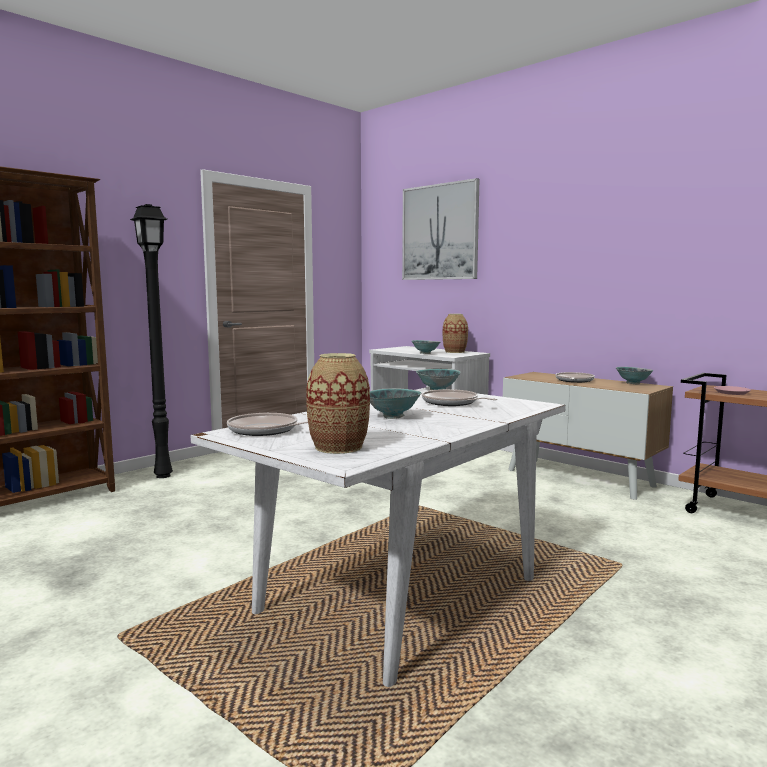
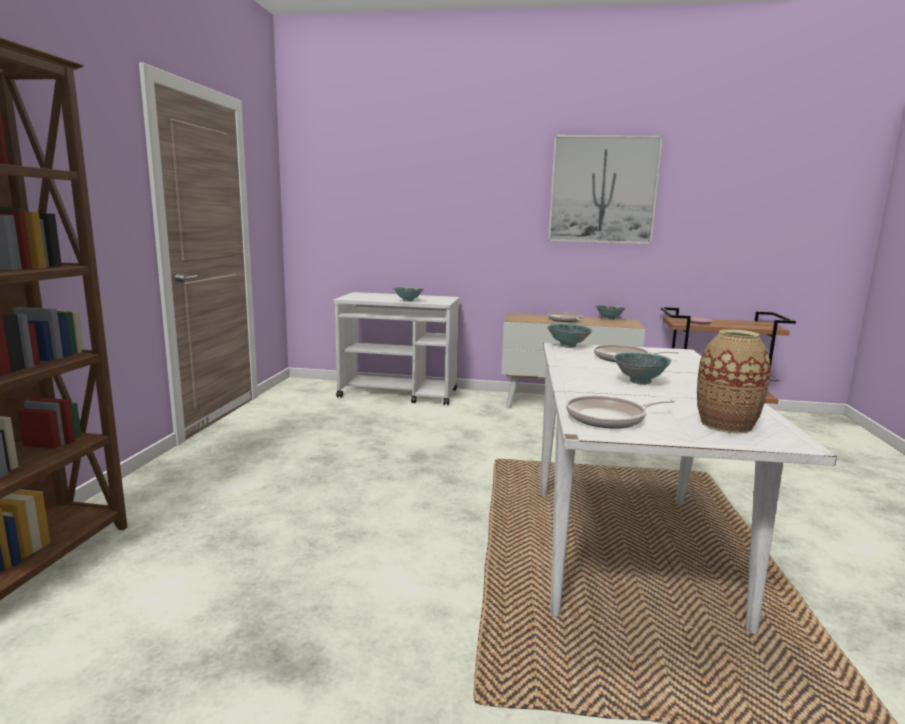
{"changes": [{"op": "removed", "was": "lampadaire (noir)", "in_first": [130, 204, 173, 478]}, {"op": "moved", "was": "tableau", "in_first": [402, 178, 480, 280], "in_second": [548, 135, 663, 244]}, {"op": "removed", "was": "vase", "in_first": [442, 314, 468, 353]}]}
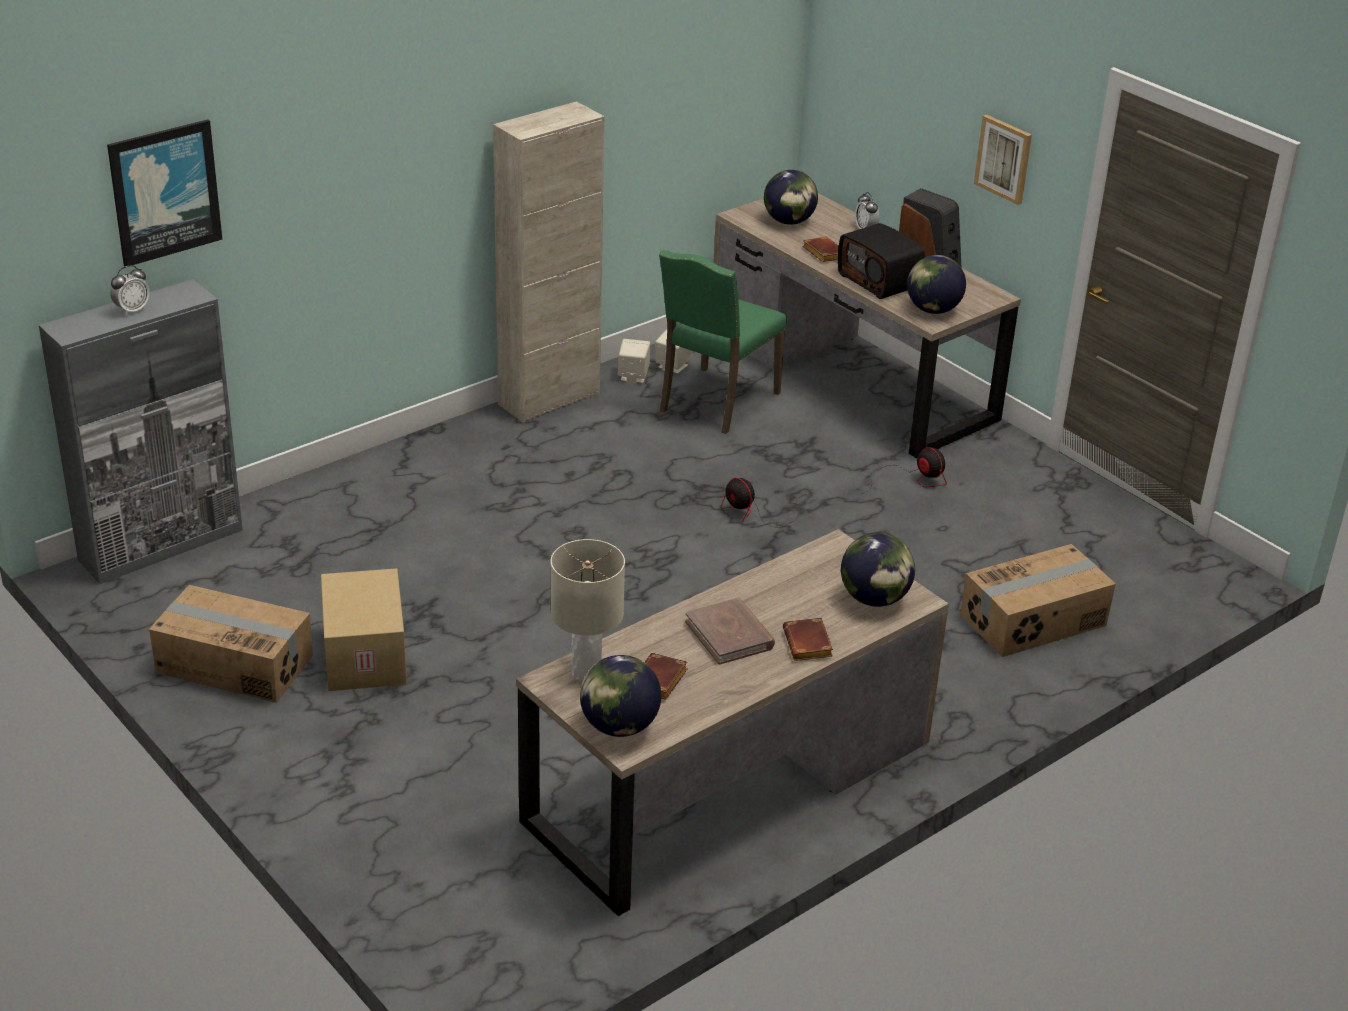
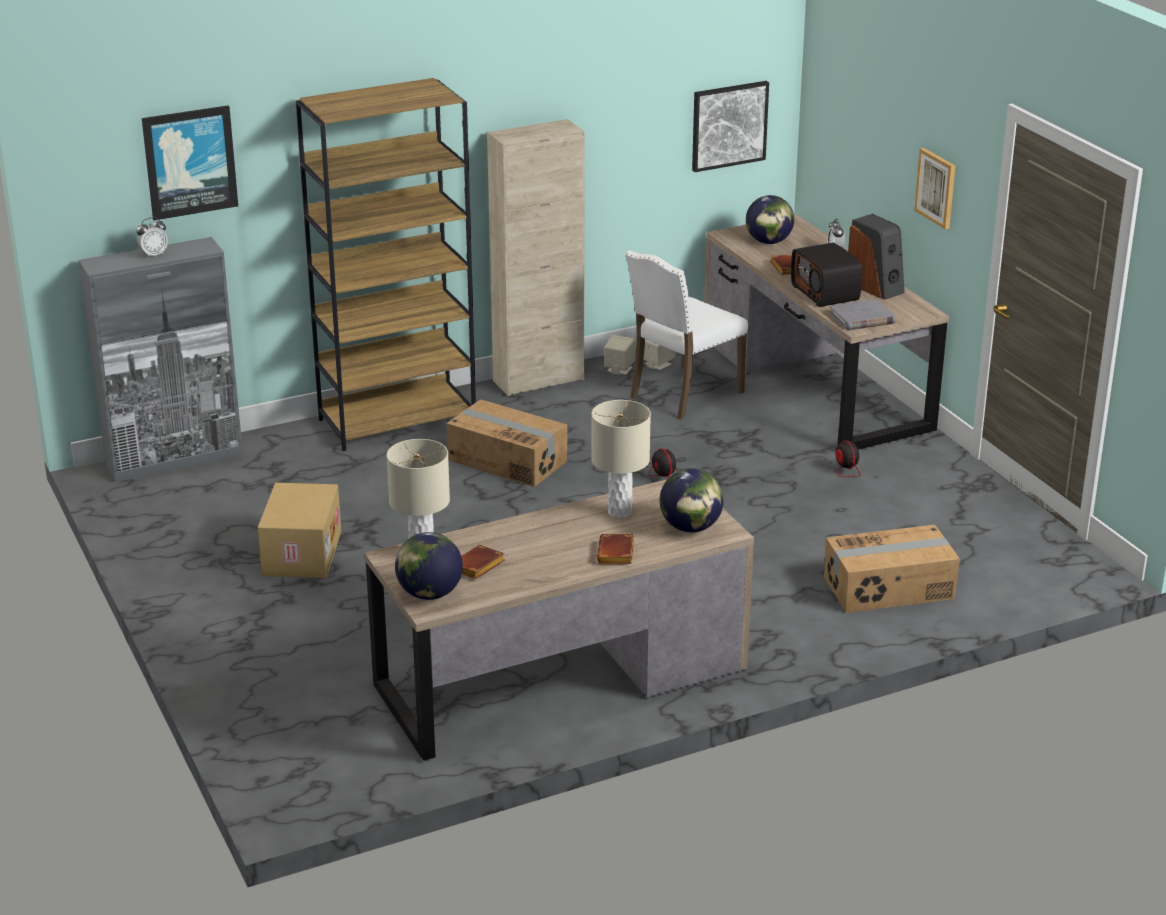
{"changes": [{"op": "moved", "was": "carton", "in_first": [149, 585, 313, 703], "in_second": [447, 400, 567, 487]}, {"op": "recoloured", "was": "chaise (vert)", "now": "chaise (blanc)", "in_first": [659, 250, 787, 434], "in_second": [625, 250, 748, 420]}, {"op": "removed", "was": "livre (marron)", "in_first": [685, 598, 775, 665]}, {"op": "replaced", "was": "globe", "now": "livre (gris)", "in_first": [907, 255, 966, 314], "in_second": [829, 299, 896, 330]}, {"op": "added", "now": "bibliothèque (marron)", "in_second": [296, 78, 476, 451]}, {"op": "added", "now": "lampe de table (beige)", "in_second": [591, 400, 651, 518]}, {"op": "added", "now": "tableau", "in_second": [692, 81, 769, 172]}]}
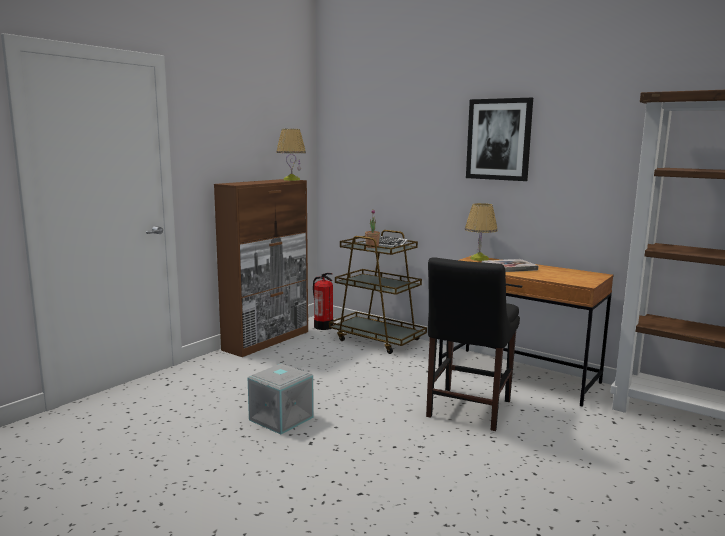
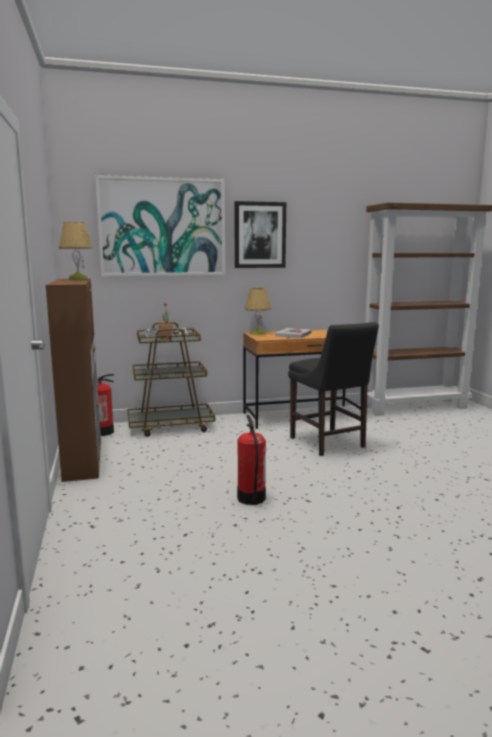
{"changes": [{"op": "replaced", "was": "boîte de rangement (gris)", "now": "extincteur", "in_first": [248, 364, 314, 434], "in_second": [237, 415, 266, 505]}, {"op": "added", "now": "tableau", "in_second": [95, 175, 225, 276]}]}
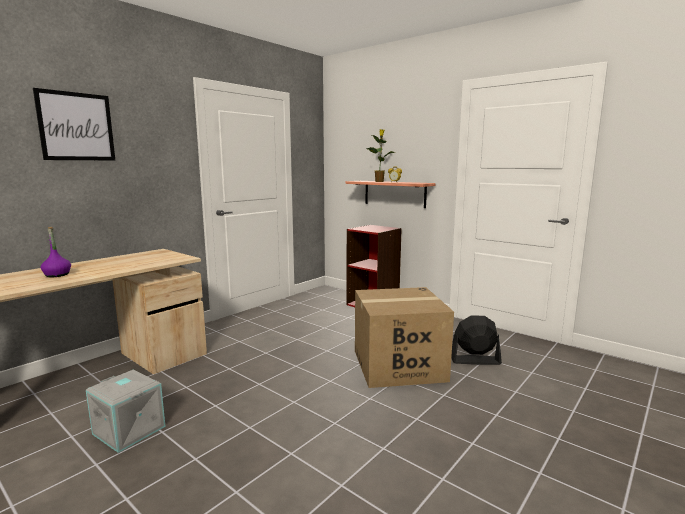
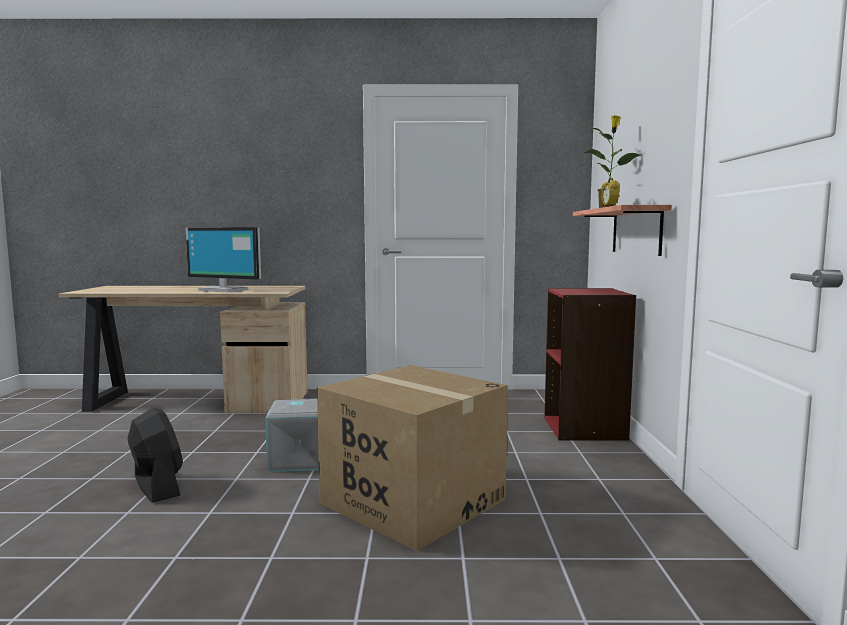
{"changes": [{"op": "removed", "was": "tableau", "in_first": [33, 88, 115, 160]}, {"op": "removed", "was": "bouteille (violet)", "in_first": [41, 227, 71, 277]}, {"op": "moved", "was": "boîte de rangement (gris)", "in_first": [86, 370, 166, 453], "in_second": [265, 399, 319, 472]}, {"op": "moved", "was": "ventilateur (noir)", "in_first": [451, 315, 502, 365], "in_second": [128, 408, 183, 503]}, {"op": "added", "now": "écran d'ordinateur", "in_second": [186, 227, 261, 292]}]}
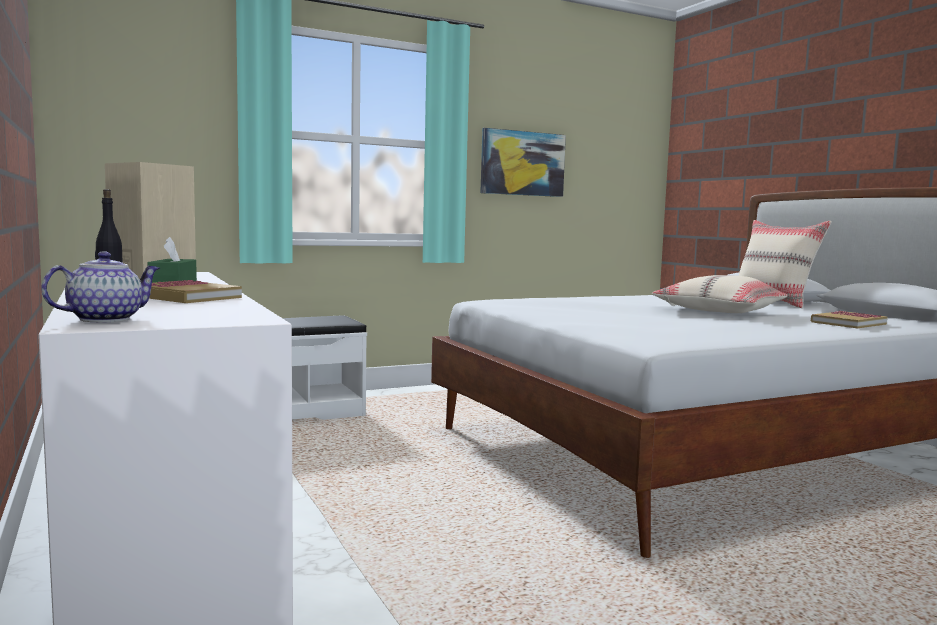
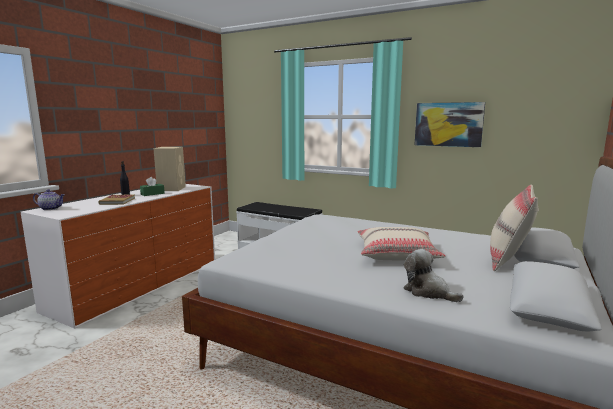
{"changes": [{"op": "replaced", "was": "livre", "now": "peluche", "in_first": [811, 311, 887, 328], "in_second": [403, 249, 464, 302]}]}
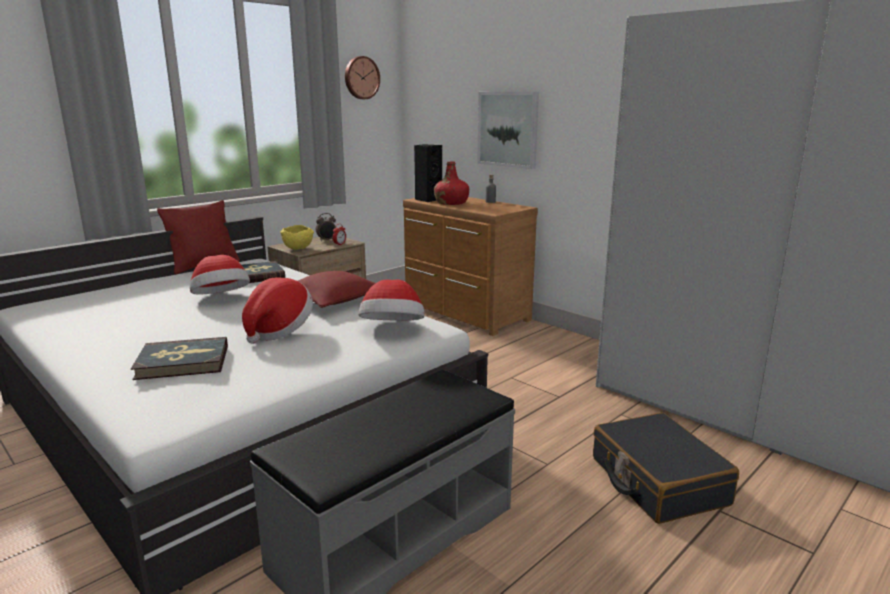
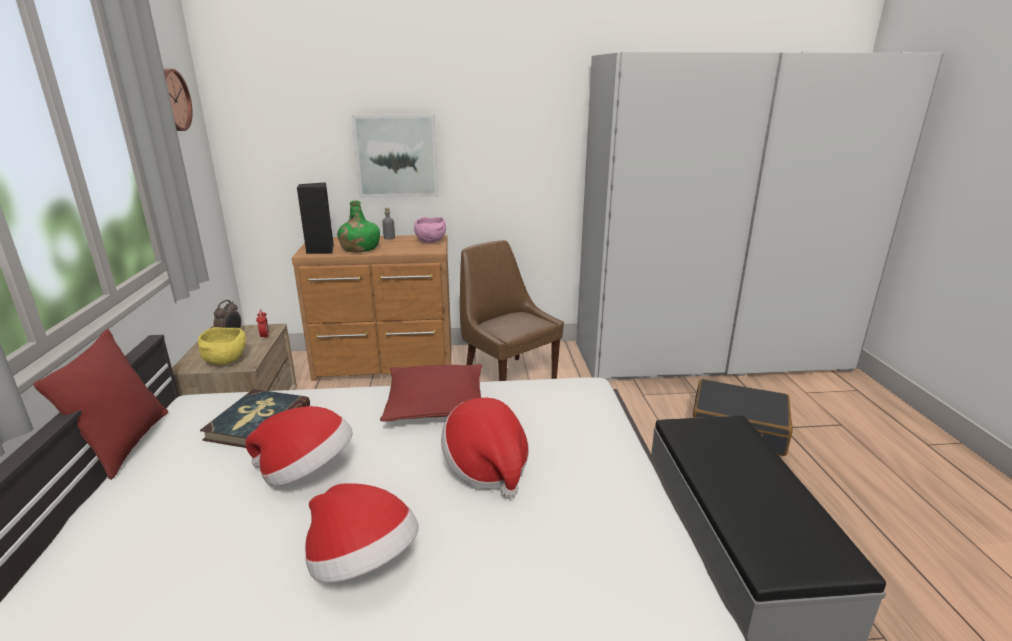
{"changes": [{"op": "removed", "was": "livre", "in_first": [131, 337, 228, 380]}, {"op": "moved", "was": "chapeau", "in_first": [358, 280, 425, 321], "in_second": [305, 483, 419, 583]}, {"op": "recoloured", "was": "bouteille (rouge)", "now": "bouteille (vert)", "in_first": [434, 161, 469, 205], "in_second": [337, 200, 380, 252]}, {"op": "added", "now": "bol (rose)", "in_second": [414, 217, 446, 243]}, {"op": "added", "now": "chaise (marron)", "in_second": [460, 240, 564, 381]}]}
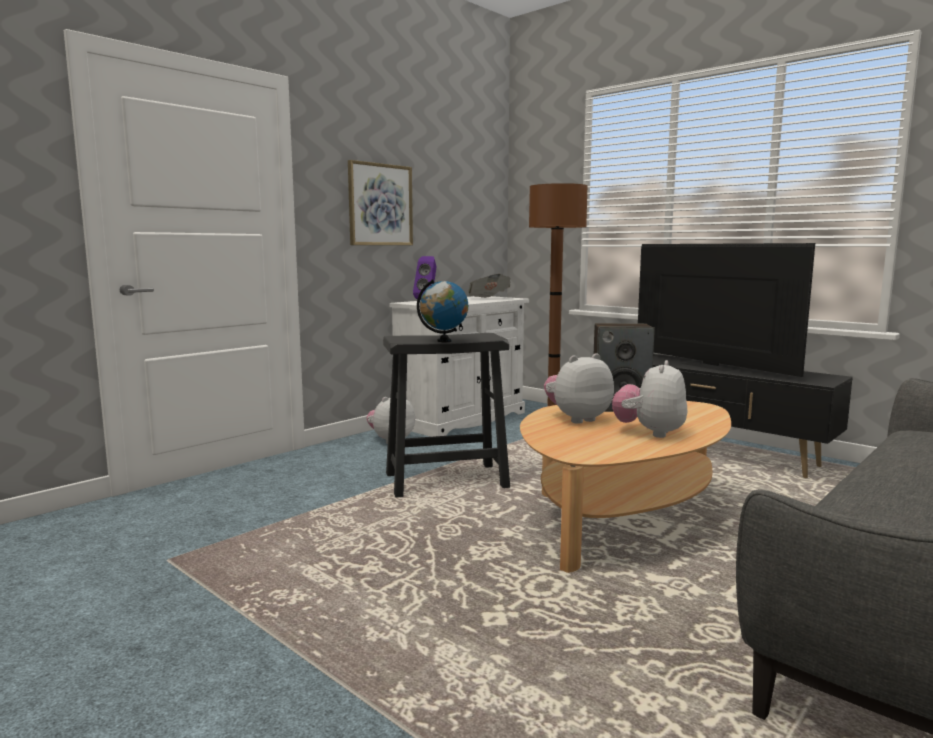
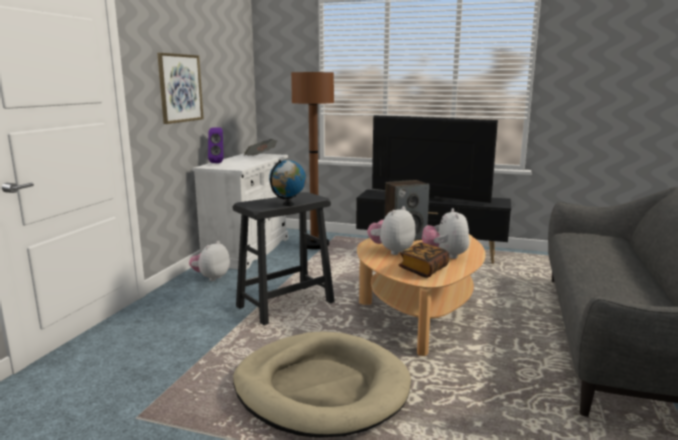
{"changes": [{"op": "added", "now": "panier pour chien (beige)", "in_second": [233, 331, 411, 438]}, {"op": "added", "now": "livre", "in_second": [399, 242, 449, 278]}]}
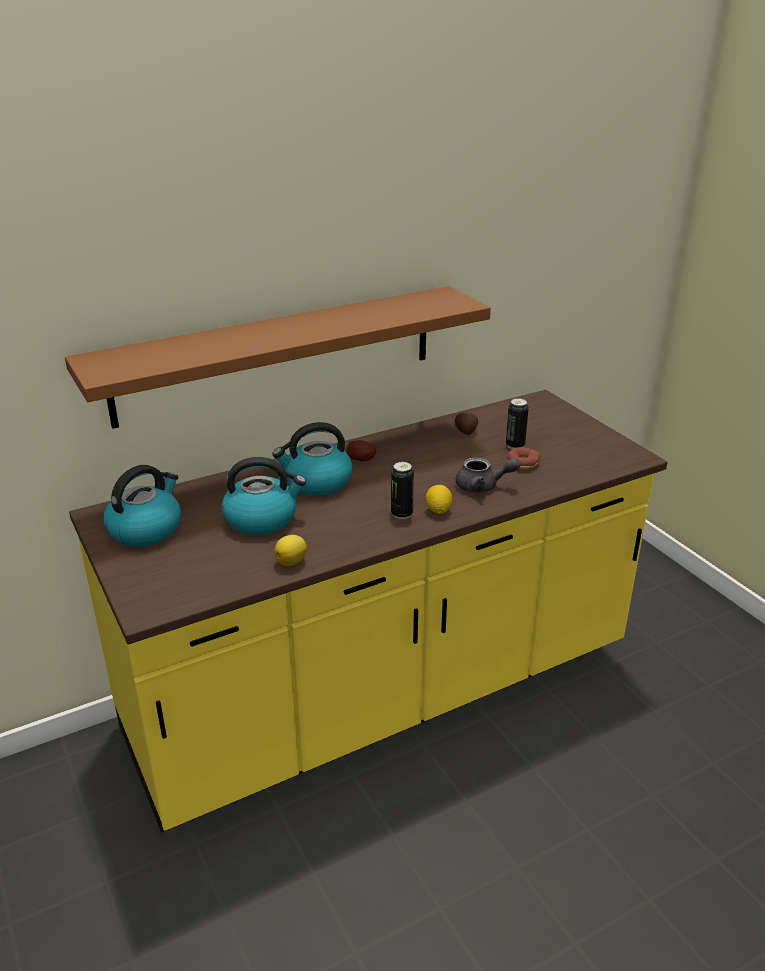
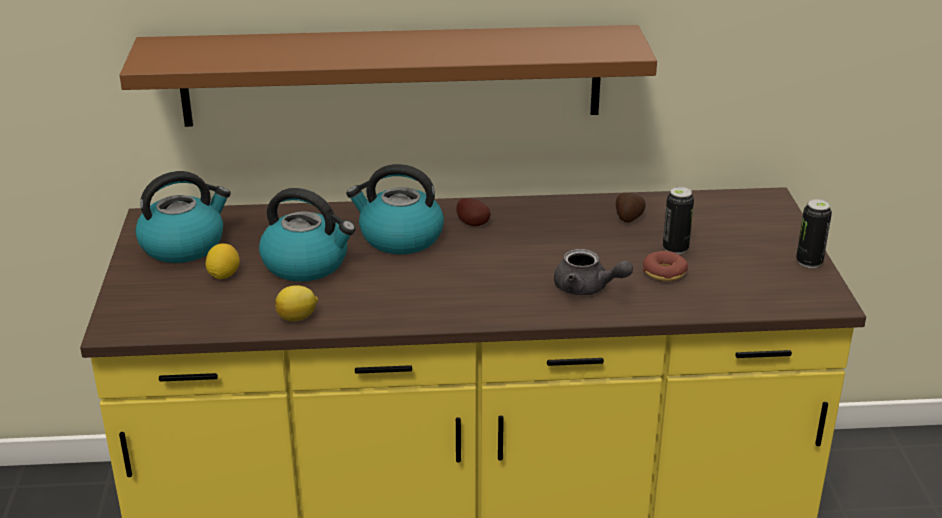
{"changes": [{"op": "moved", "was": "boîte métallique", "in_first": [391, 462, 414, 519], "in_second": [796, 199, 832, 268]}, {"op": "moved", "was": "citron", "in_first": [426, 485, 452, 514], "in_second": [206, 244, 240, 279]}]}
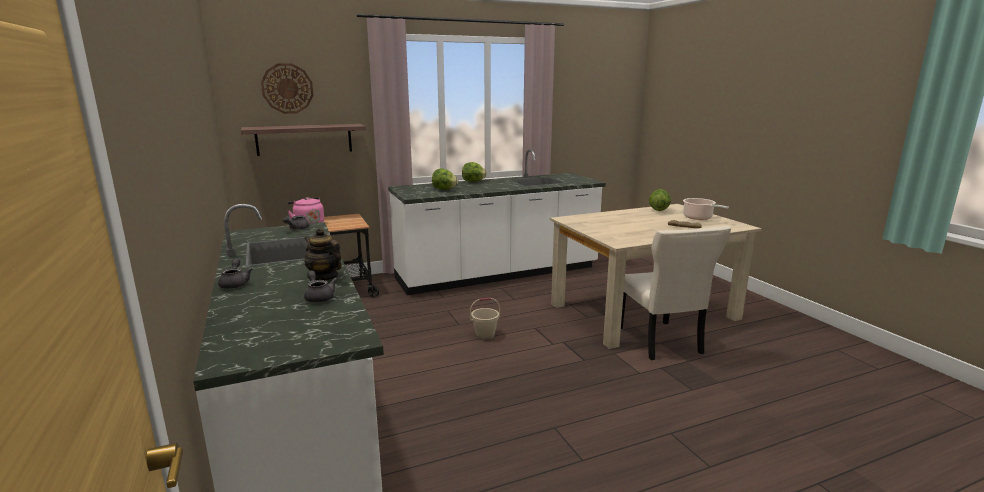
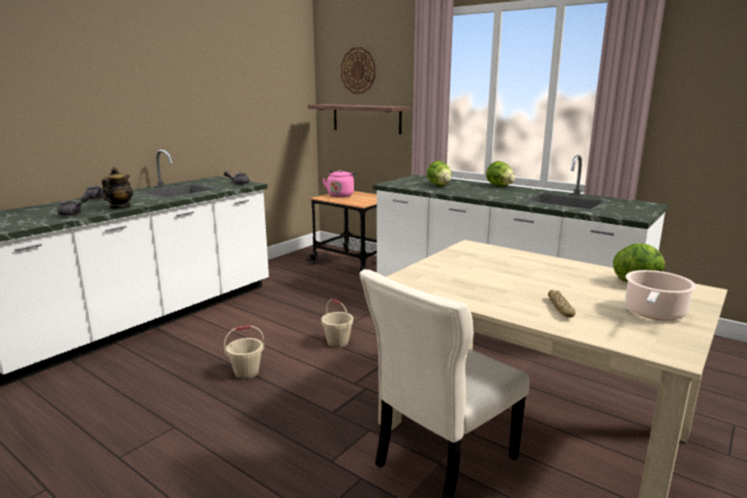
{"changes": [{"op": "added", "now": "seau (beige)", "in_second": [224, 325, 264, 379]}]}
